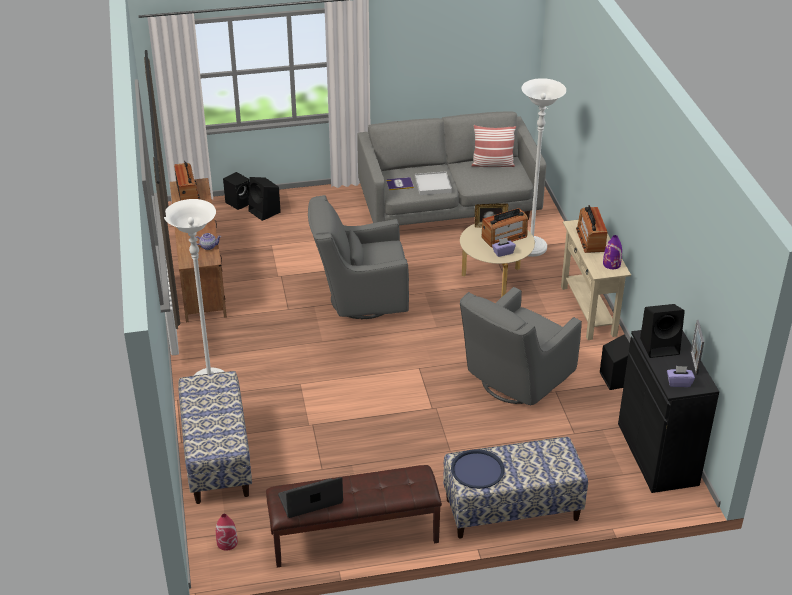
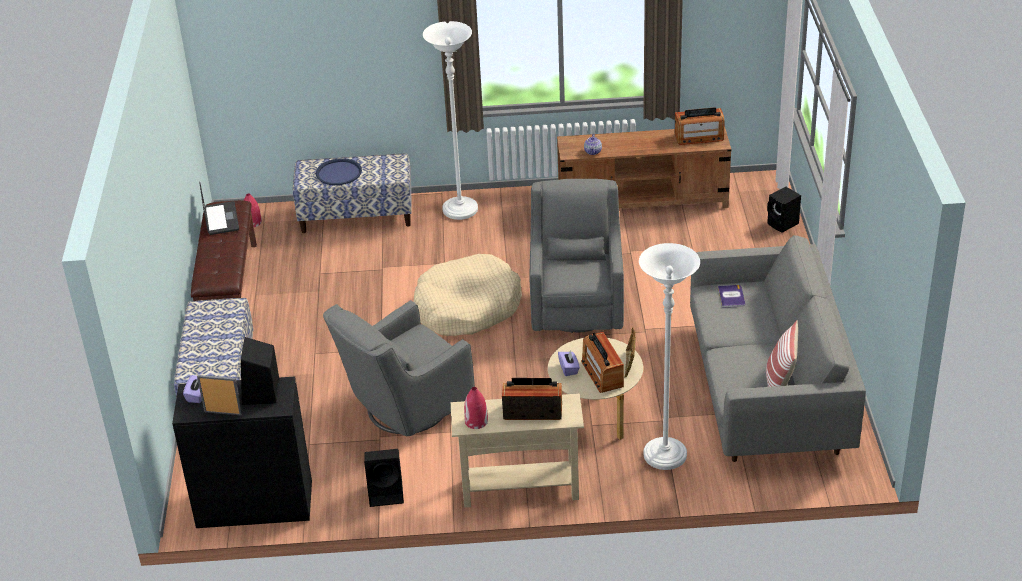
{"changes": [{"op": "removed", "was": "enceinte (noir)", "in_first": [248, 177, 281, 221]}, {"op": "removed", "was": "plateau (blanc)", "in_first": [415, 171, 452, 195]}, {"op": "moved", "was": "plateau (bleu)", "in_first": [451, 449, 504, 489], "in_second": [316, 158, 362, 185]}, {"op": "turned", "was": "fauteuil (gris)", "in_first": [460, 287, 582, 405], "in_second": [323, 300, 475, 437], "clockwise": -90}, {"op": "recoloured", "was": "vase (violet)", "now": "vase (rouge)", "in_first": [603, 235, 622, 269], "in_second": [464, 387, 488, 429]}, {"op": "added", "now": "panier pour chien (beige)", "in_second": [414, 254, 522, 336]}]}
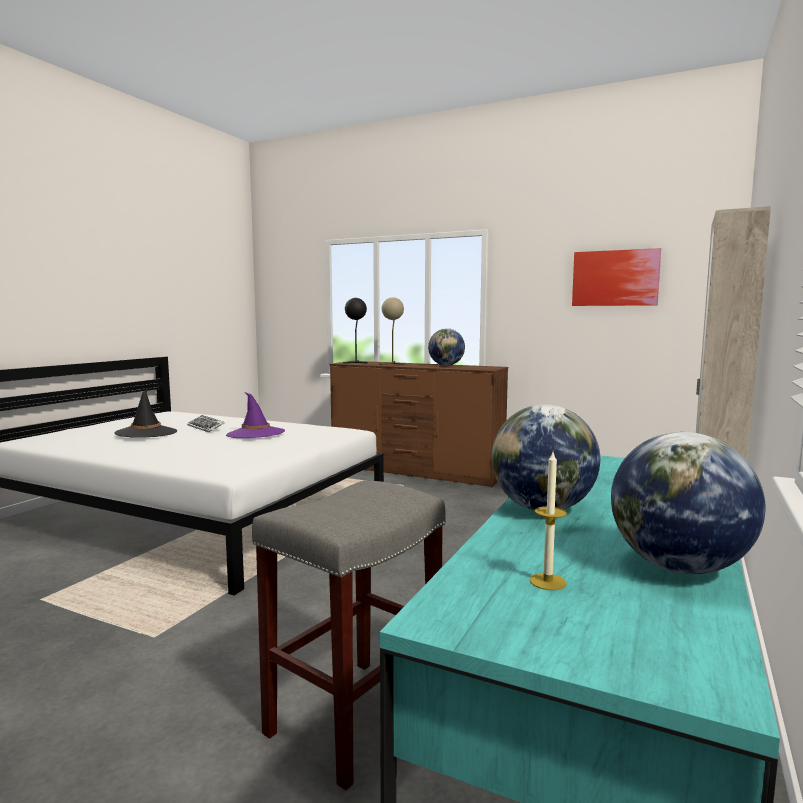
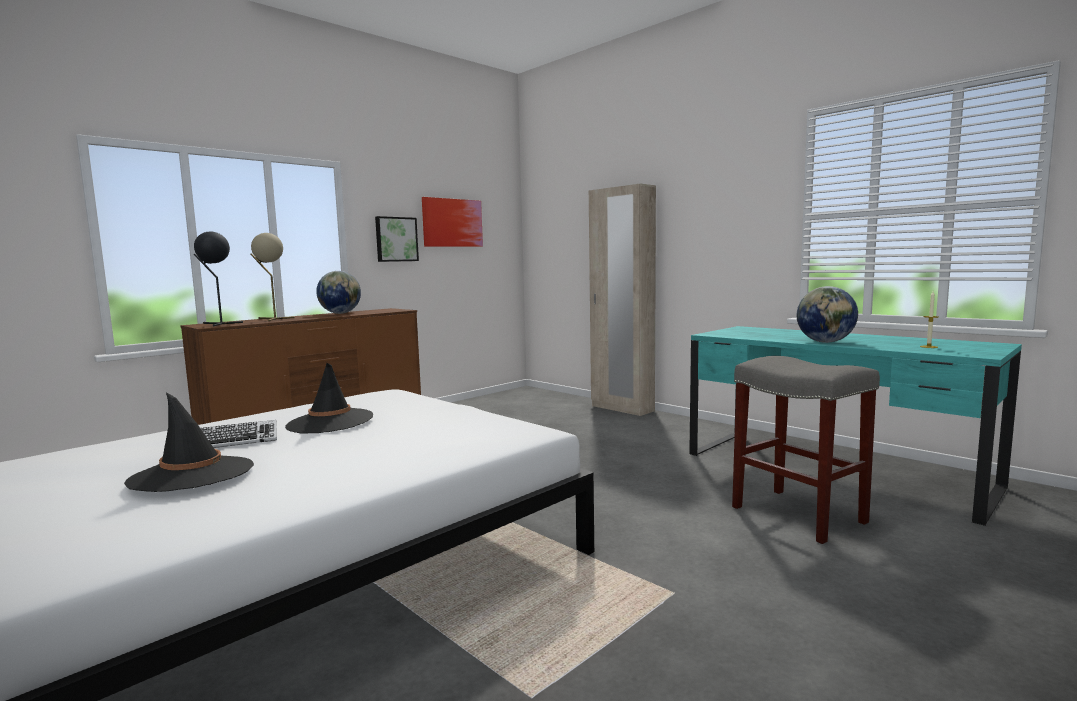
{"changes": [{"op": "recoloured", "was": "chapeau (violet)", "now": "chapeau (noir)", "in_first": [226, 392, 285, 438], "in_second": [285, 363, 373, 434]}, {"op": "removed", "was": "globe", "in_first": [611, 432, 766, 574]}, {"op": "added", "now": "tableau", "in_second": [375, 216, 419, 262]}]}
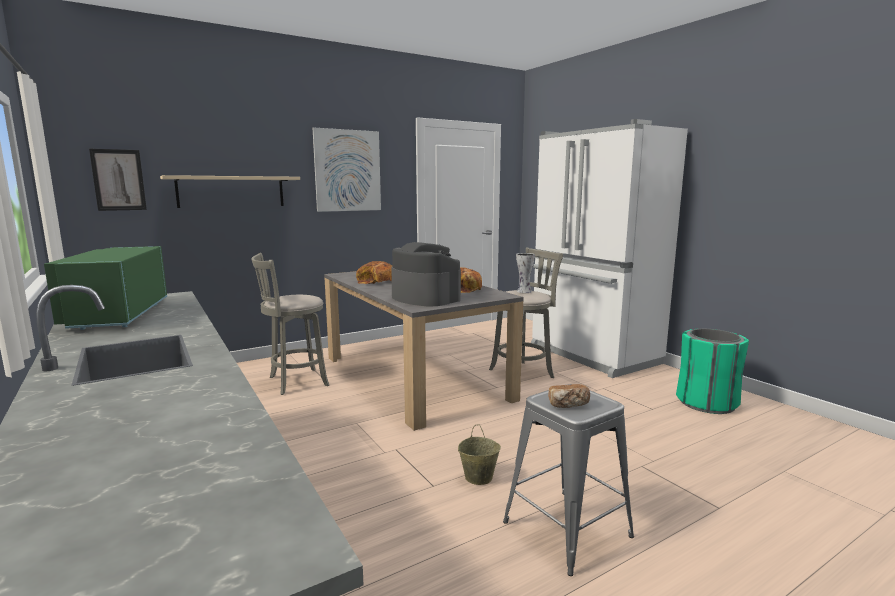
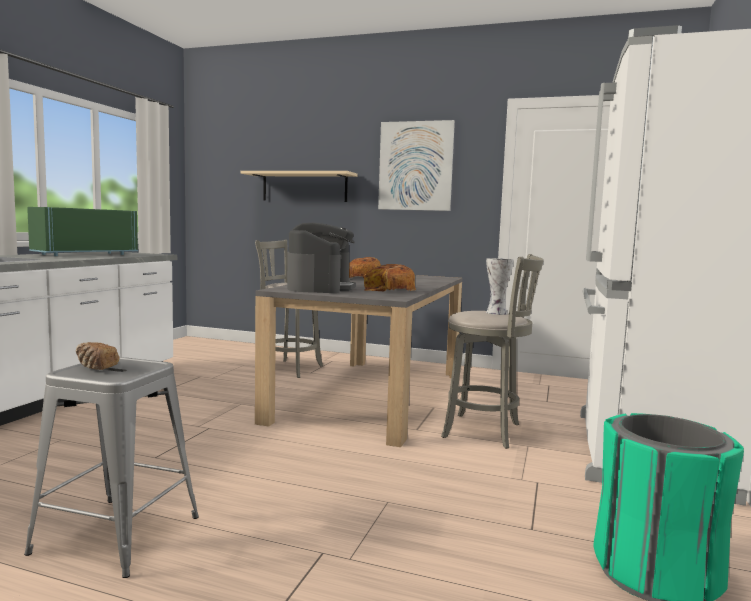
{"changes": [{"op": "removed", "was": "tableau", "in_first": [89, 148, 147, 211]}, {"op": "removed", "was": "seau (beige)", "in_first": [458, 424, 501, 485]}]}
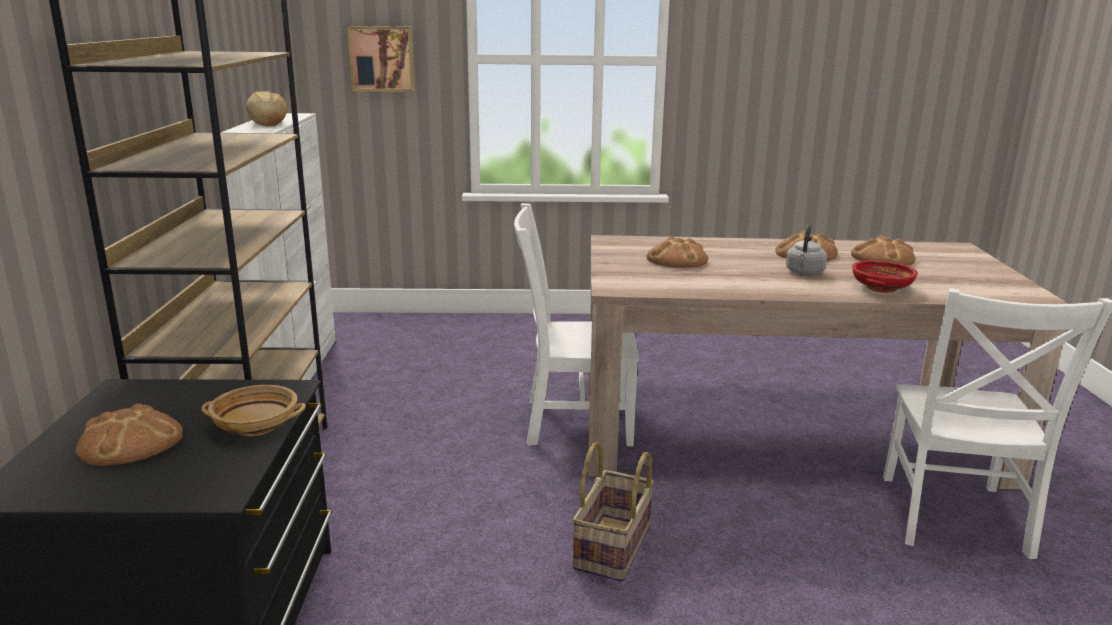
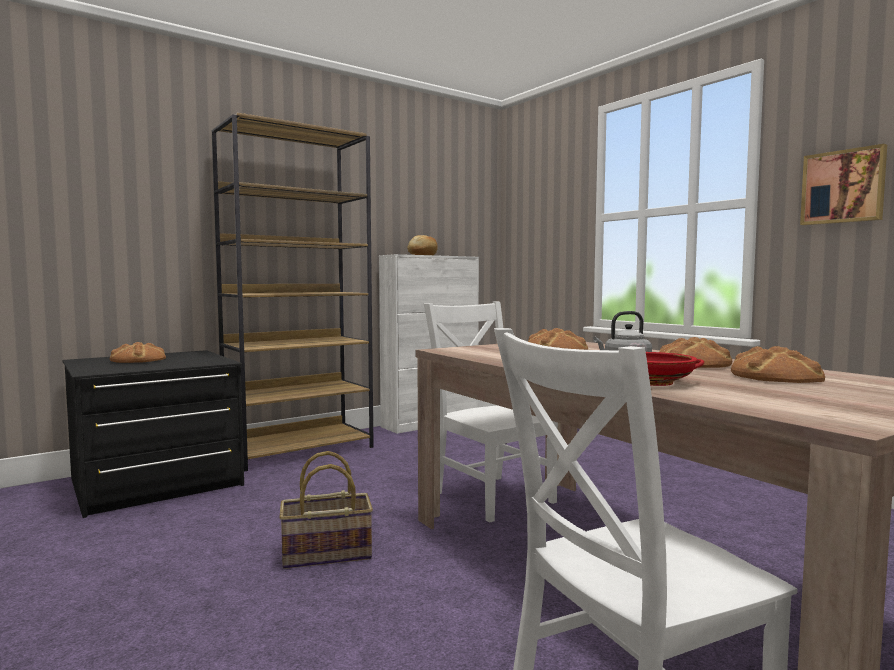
{"changes": [{"op": "removed", "was": "bol (beige)", "in_first": [201, 385, 306, 436]}, {"op": "moved", "was": "tableau", "in_first": [347, 26, 415, 92], "in_second": [800, 144, 887, 225]}]}
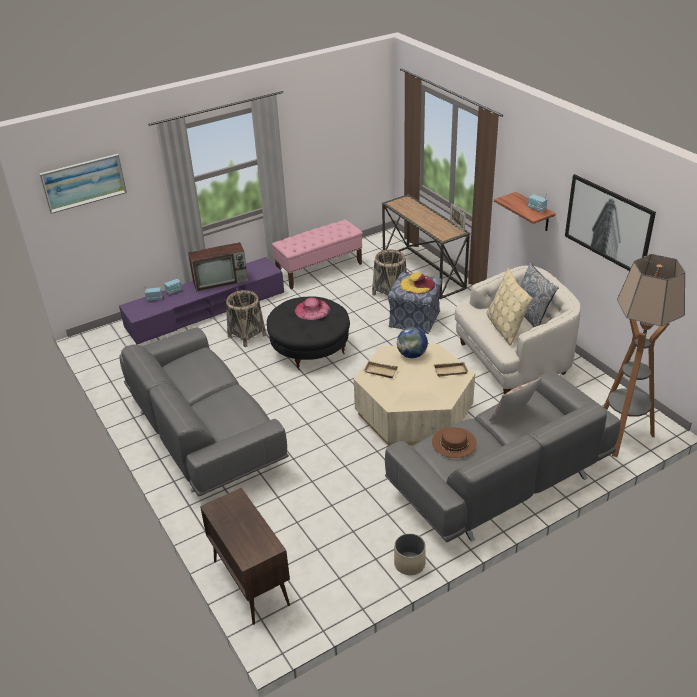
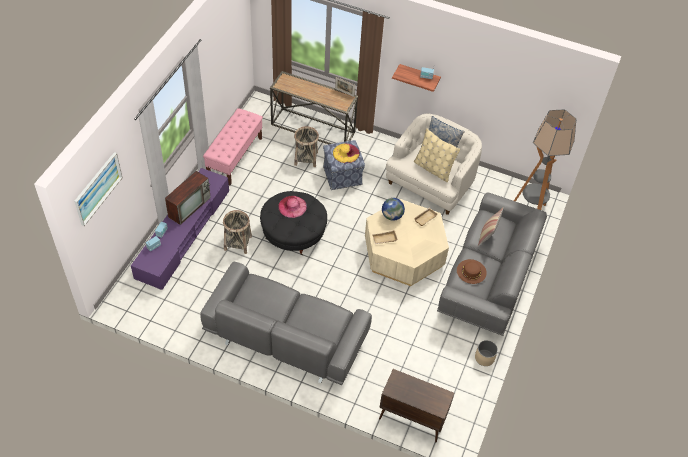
{"changes": [{"op": "removed", "was": "tableau", "in_first": [565, 174, 656, 271]}]}
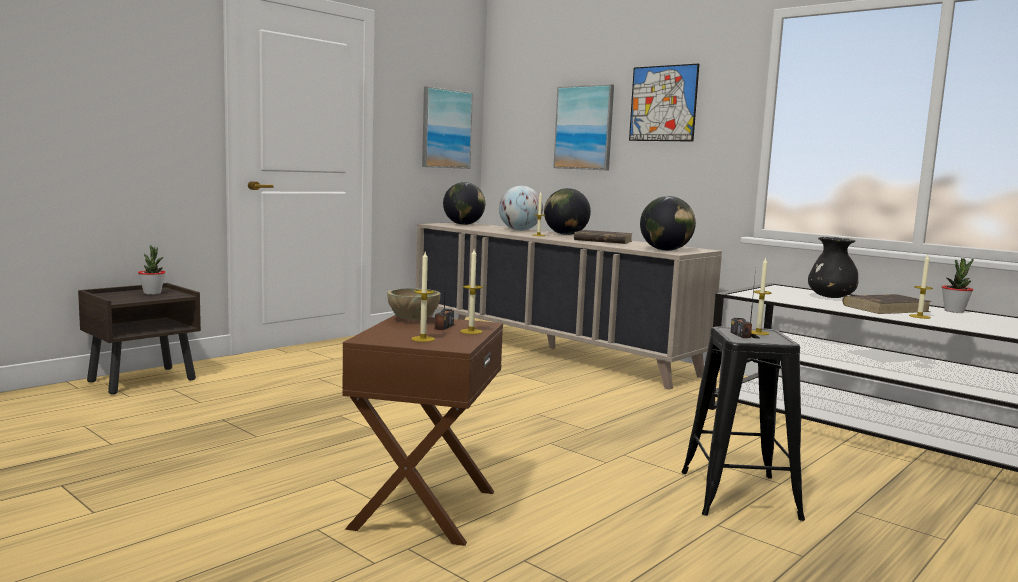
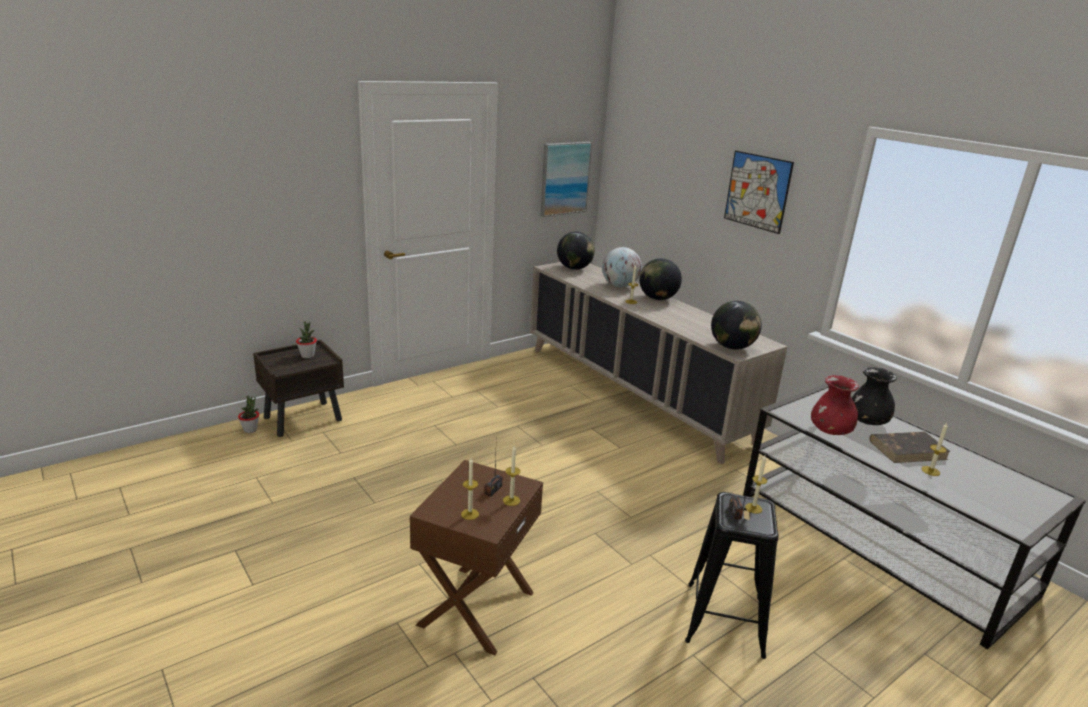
{"changes": [{"op": "removed", "was": "bol (beige)", "in_first": [387, 288, 441, 320]}, {"op": "removed", "was": "tableau", "in_first": [553, 84, 614, 171]}, {"op": "removed", "was": "livre (marron)", "in_first": [574, 230, 633, 244]}, {"op": "moved", "was": "plante en pot", "in_first": [942, 258, 974, 313], "in_second": [238, 396, 259, 433]}, {"op": "added", "now": "vase (rouge)", "in_second": [811, 375, 859, 435]}]}
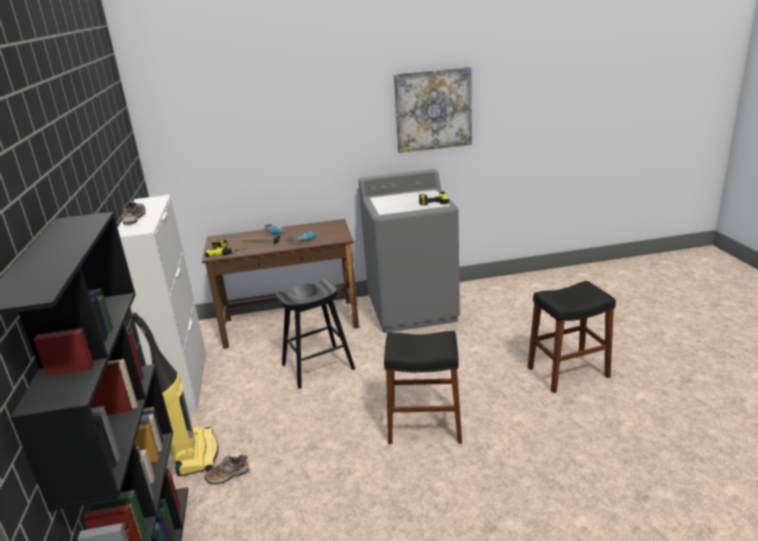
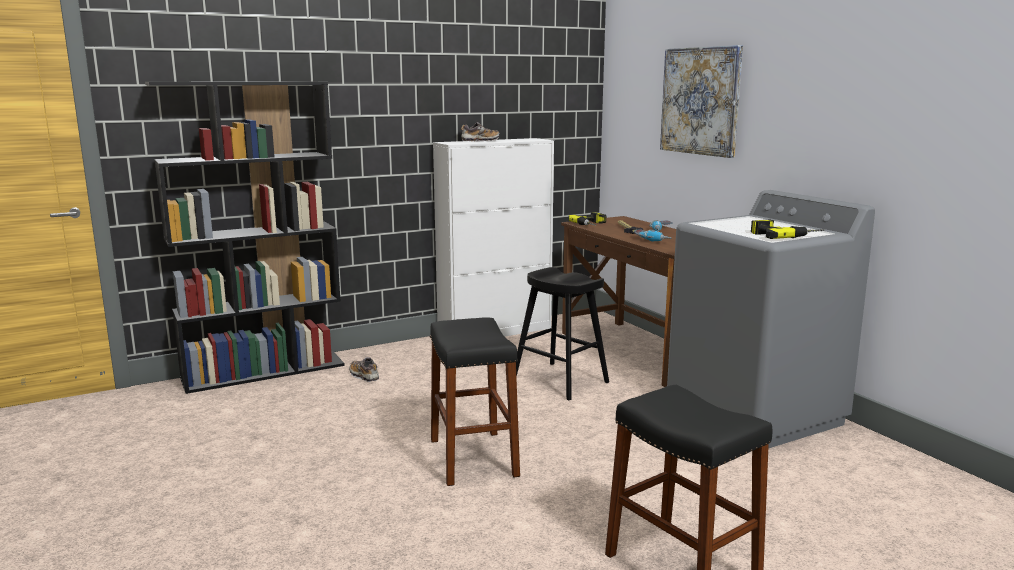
{"changes": [{"op": "removed", "was": "aspirateur", "in_first": [130, 312, 218, 476]}, {"op": "moved", "was": "tableau", "in_first": [394, 67, 472, 153], "in_second": [660, 45, 743, 158]}]}
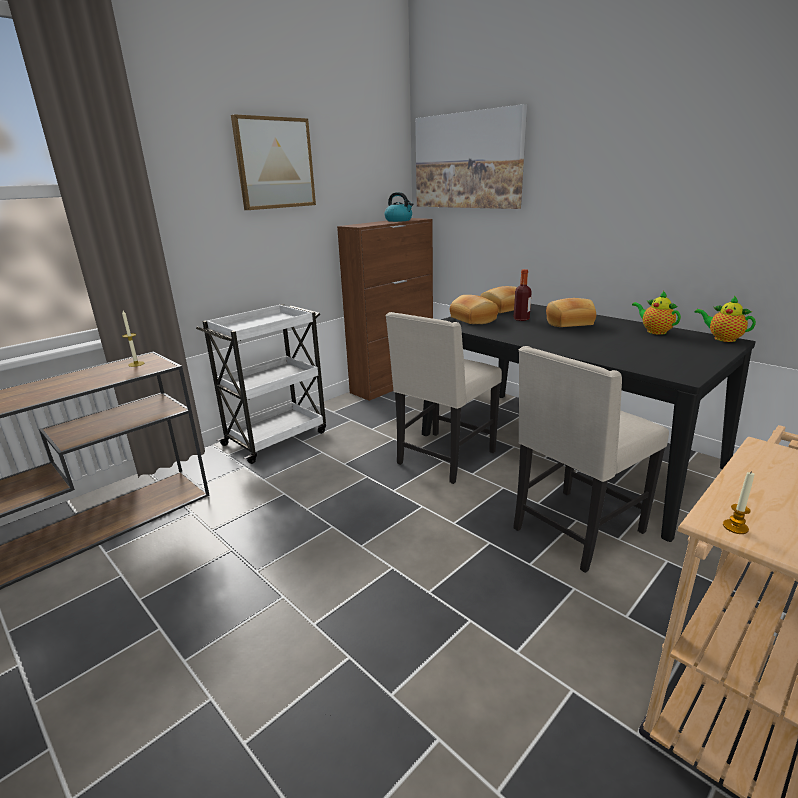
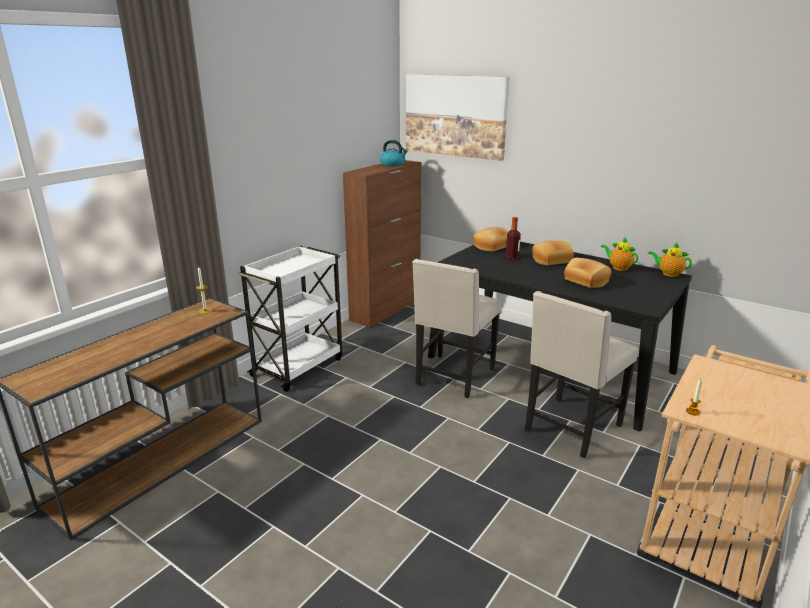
{"changes": [{"op": "removed", "was": "tableau", "in_first": [231, 114, 316, 210]}, {"op": "moved", "was": "pain", "in_first": [450, 295, 498, 324], "in_second": [564, 258, 611, 288]}]}
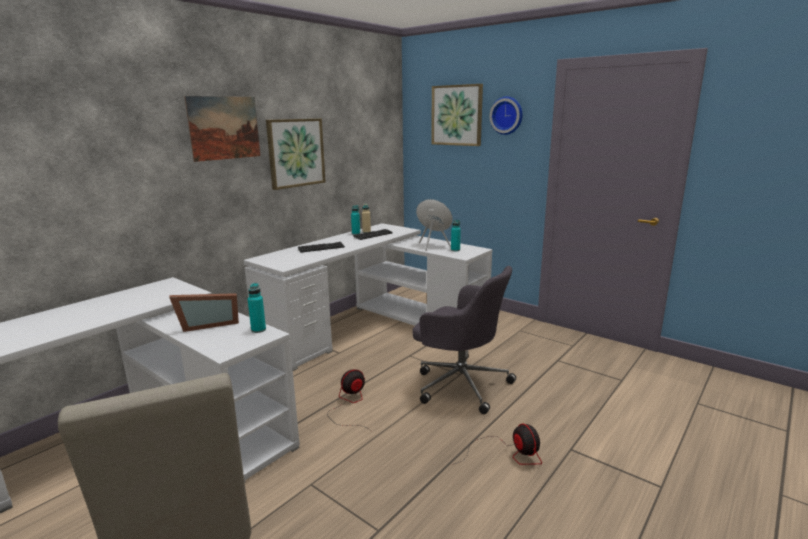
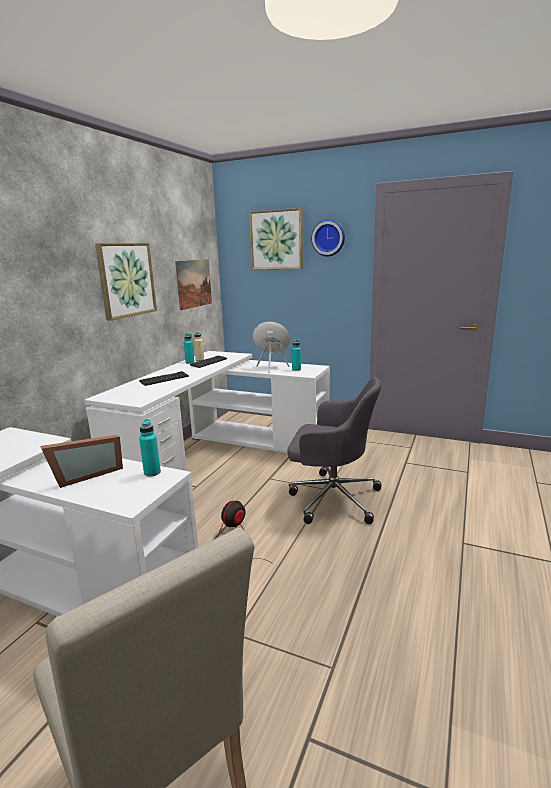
{"changes": [{"op": "moved", "was": "tableau", "in_first": [184, 96, 260, 162], "in_second": [175, 259, 212, 310]}, {"op": "removed", "was": "ventilateur", "in_first": [452, 424, 542, 465]}]}
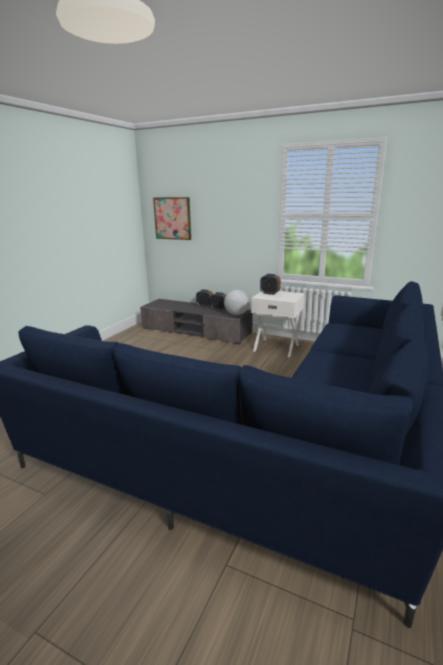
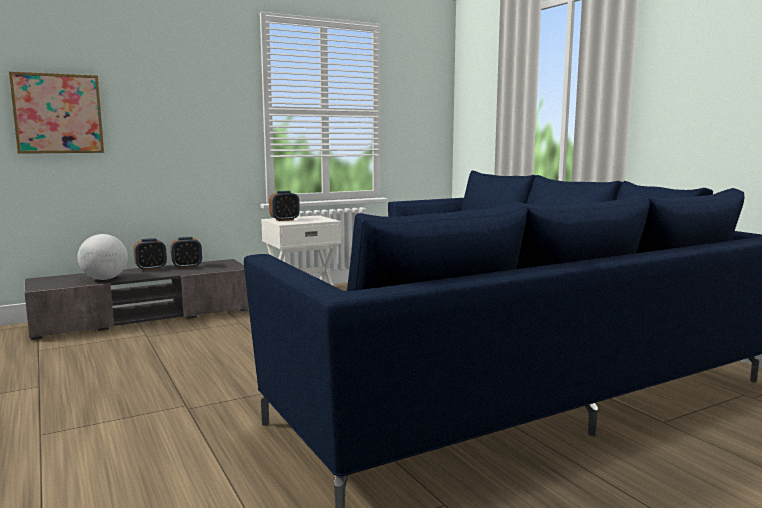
{"changes": [{"op": "moved", "was": "globe", "in_first": [224, 290, 249, 315], "in_second": [78, 234, 128, 280]}]}
